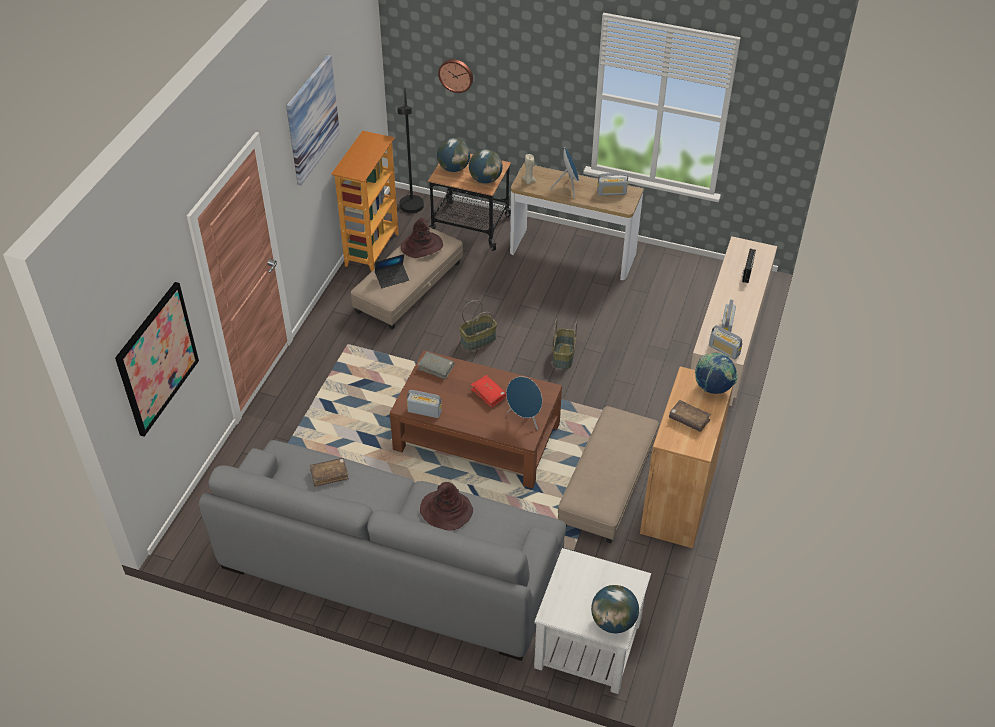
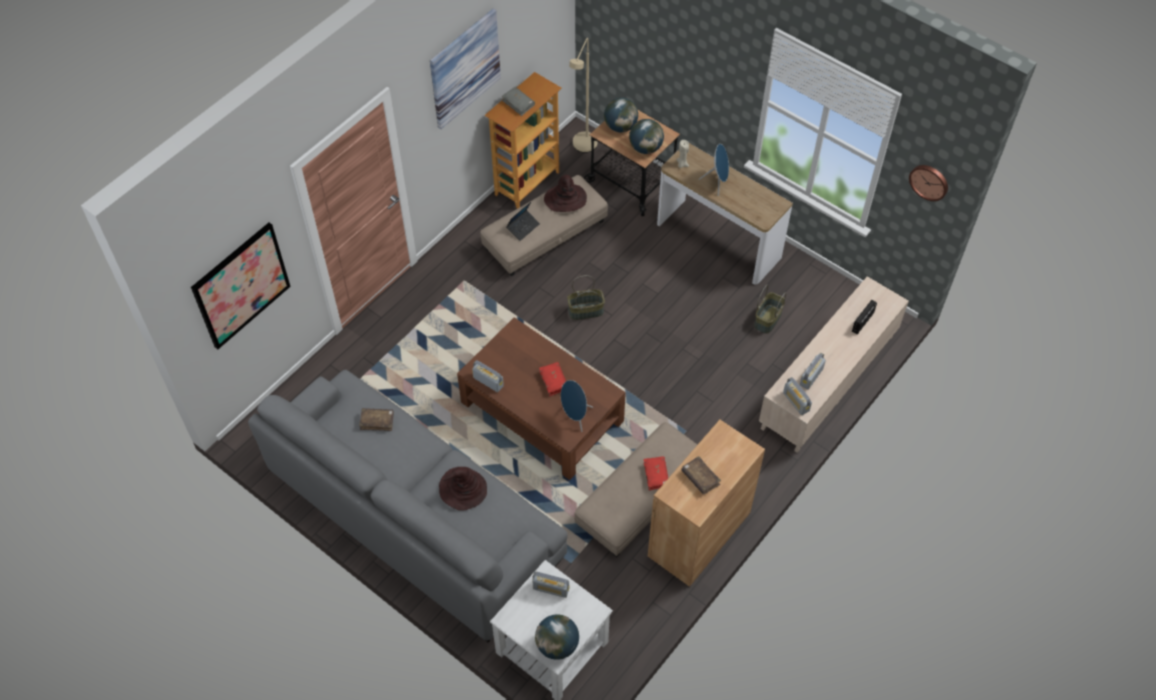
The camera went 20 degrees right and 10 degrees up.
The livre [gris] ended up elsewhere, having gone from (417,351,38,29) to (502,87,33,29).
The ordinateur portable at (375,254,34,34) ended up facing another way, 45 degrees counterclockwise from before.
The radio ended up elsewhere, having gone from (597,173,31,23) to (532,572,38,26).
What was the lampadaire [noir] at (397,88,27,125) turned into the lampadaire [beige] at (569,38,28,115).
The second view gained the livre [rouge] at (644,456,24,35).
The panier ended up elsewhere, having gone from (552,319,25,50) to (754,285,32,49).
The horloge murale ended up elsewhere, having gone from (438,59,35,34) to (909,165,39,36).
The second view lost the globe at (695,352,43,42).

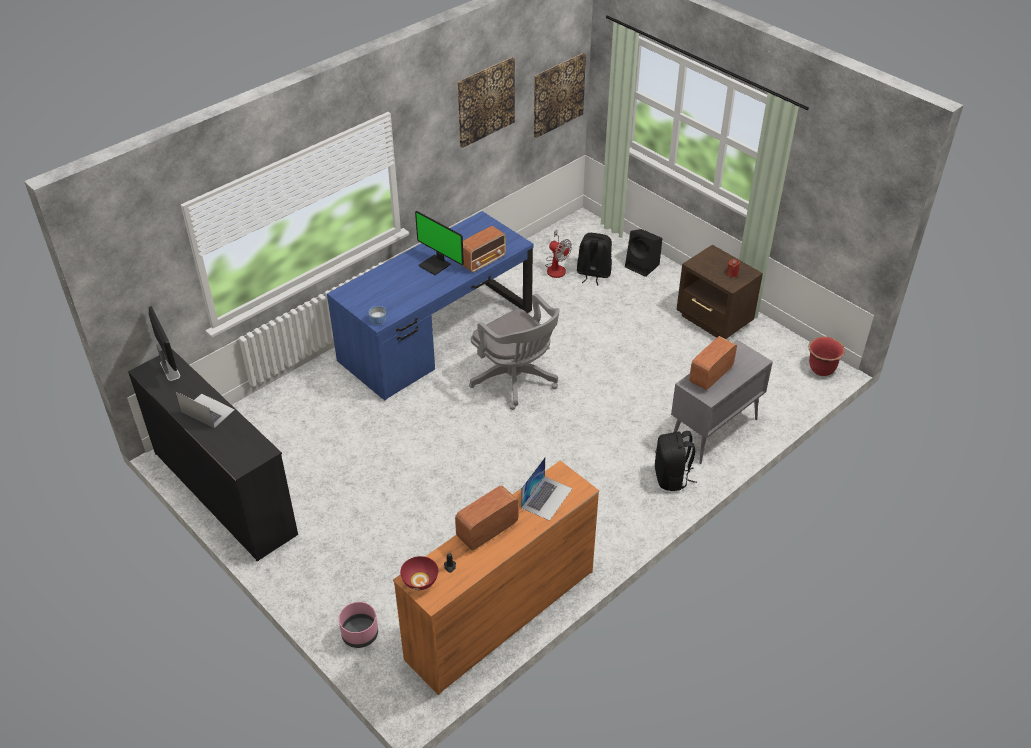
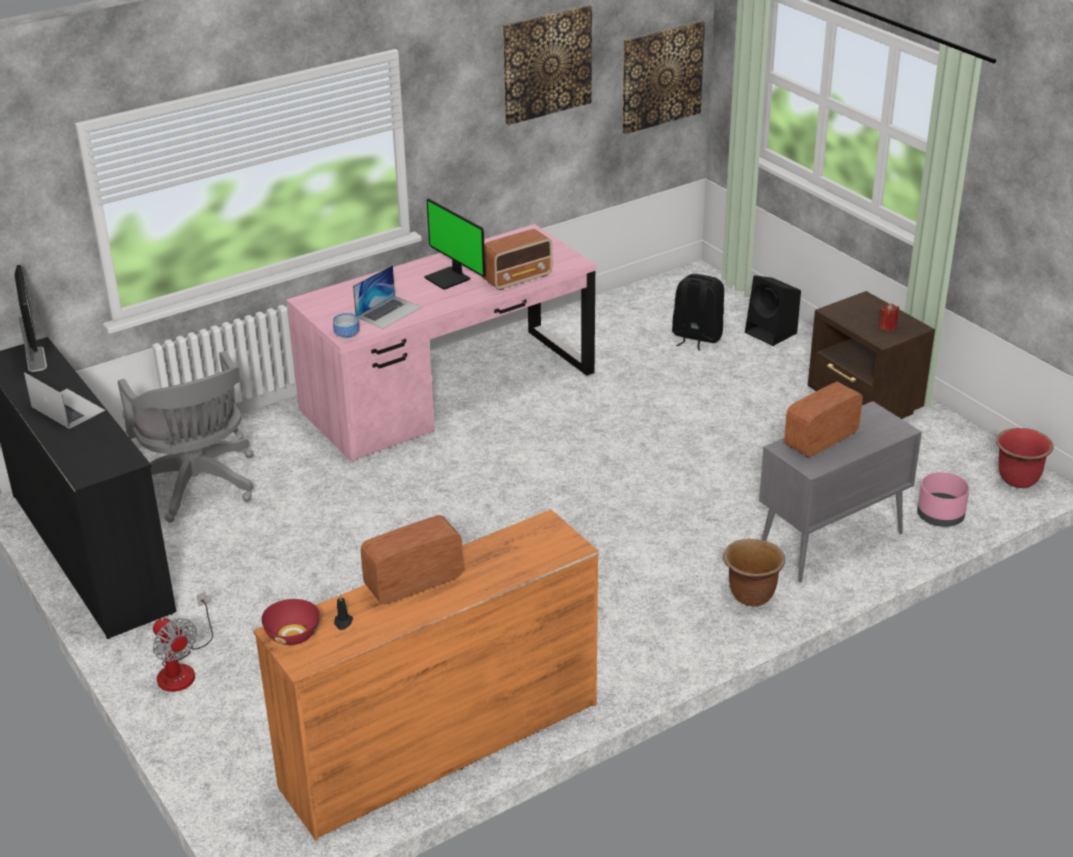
The camera went 10 degrees right and 10 degrees down.
The chaise de bureau [gris] ended up elsewhere, having gone from (469,294,90,116) to (118,351,136,171).
The ventilateur ended up elsewhere, having gone from (545,230,27,48) to (153,592,60,100).
What was the bureau [bleu] at (327,211,207,190) turned into the bureau [rose] at (286,224,310,238).
The ordinateur portable ended up elsewhere, having gone from (521,457,51,64) to (353,265,69,64).
Where the sac à dos [noir] stood at (655,431,42,60), the cache-pot [marron] came to stand at (723,539,62,68).
The cache-pot [rose] ended up elsewhere, having gone from (339,602,39,46) to (917,472,53,55).

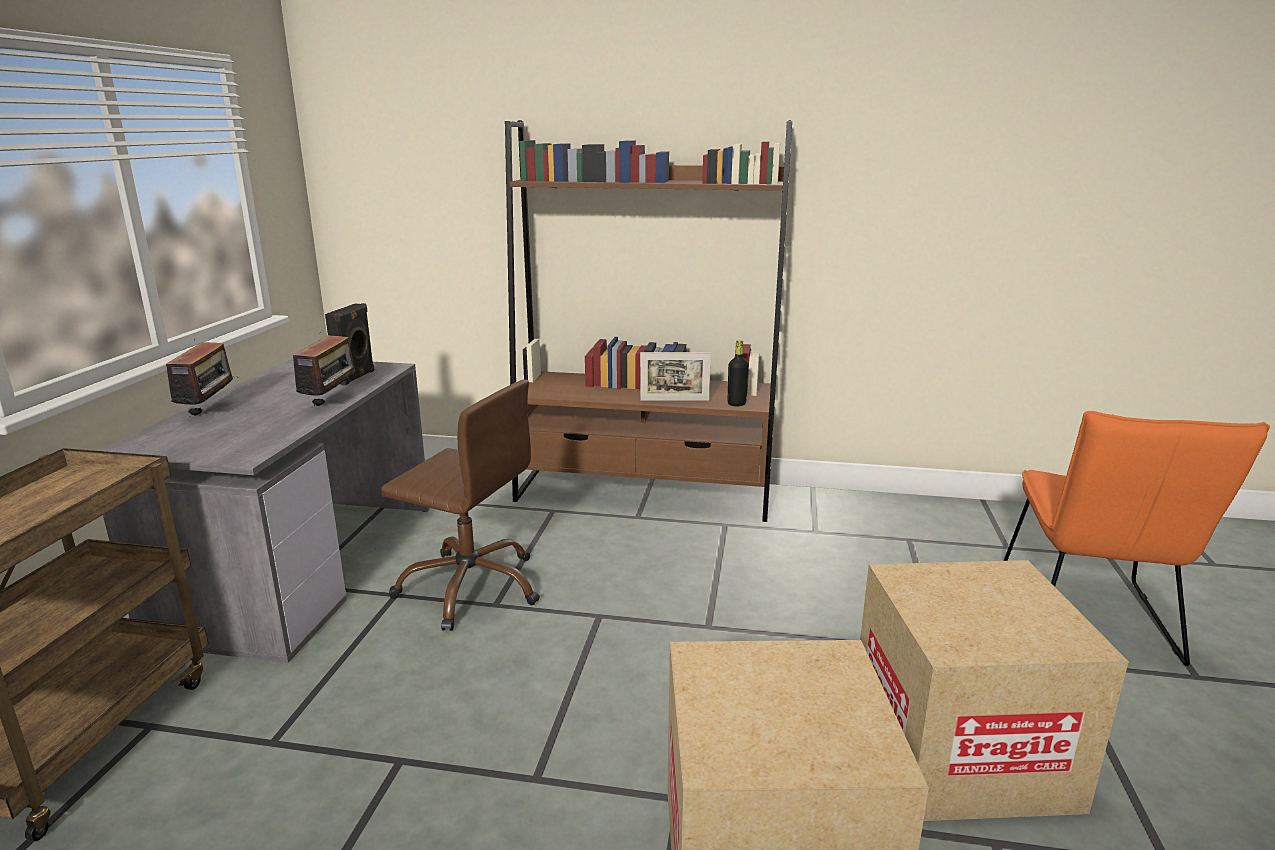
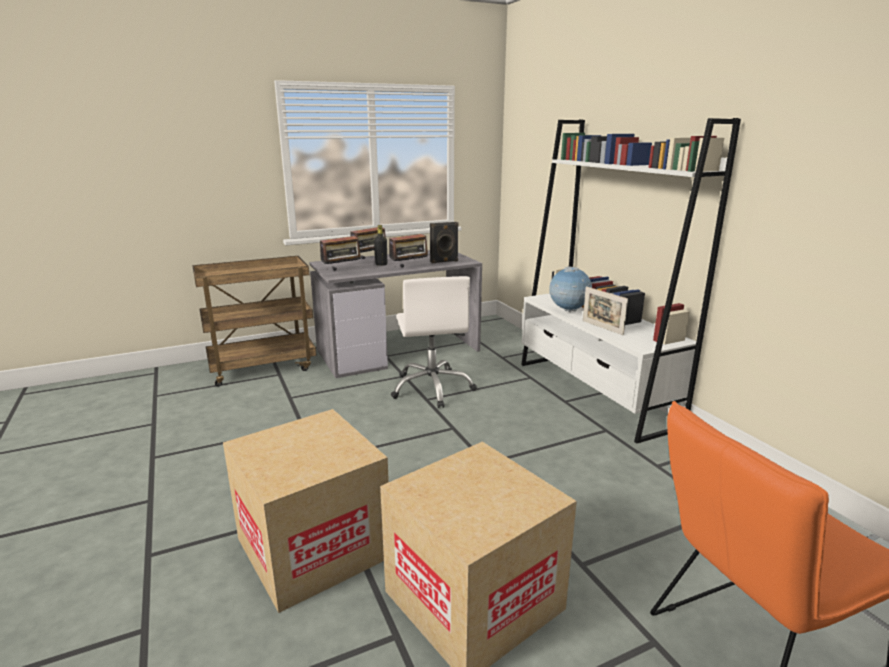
The camera went 55 degrees right and 0 degrees up.
The second view gained the radio at (320,236,43,35).
The bouteille [noir] ended up elsewhere, having gone from (728,340,21,66) to (374,225,13,41).
What was the chaise de bureau [marron] at (381,380,159,251) turned into the chaise de bureau [blanc] at (391,276,86,132).
What was the bibliothèque [marron] at (505,121,287,401) turned into the bibliothèque [blanc] at (521,118,220,325).
The second view gained the globe at (549,266,43,46).

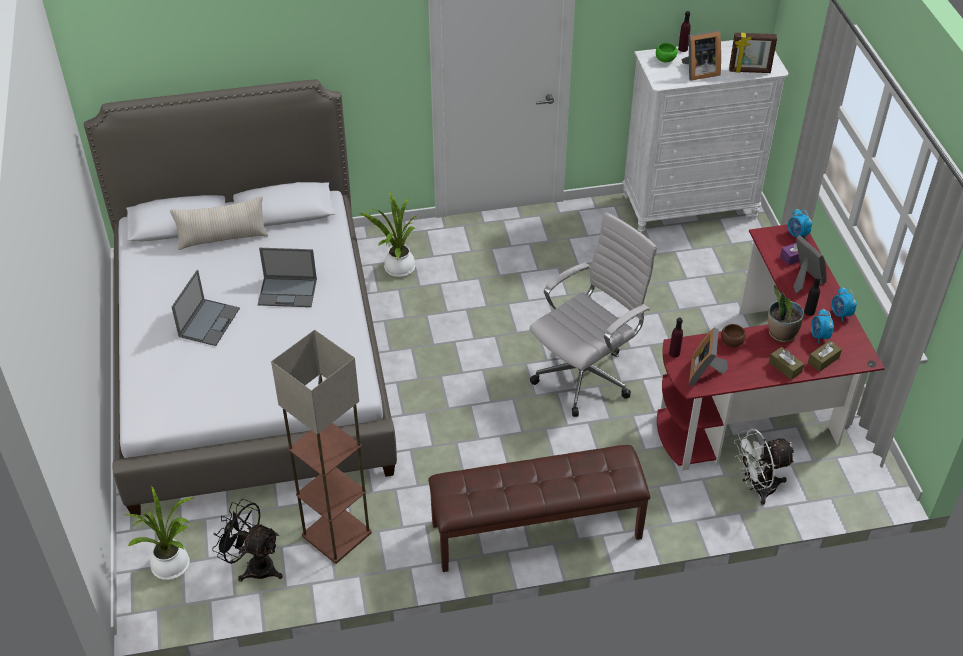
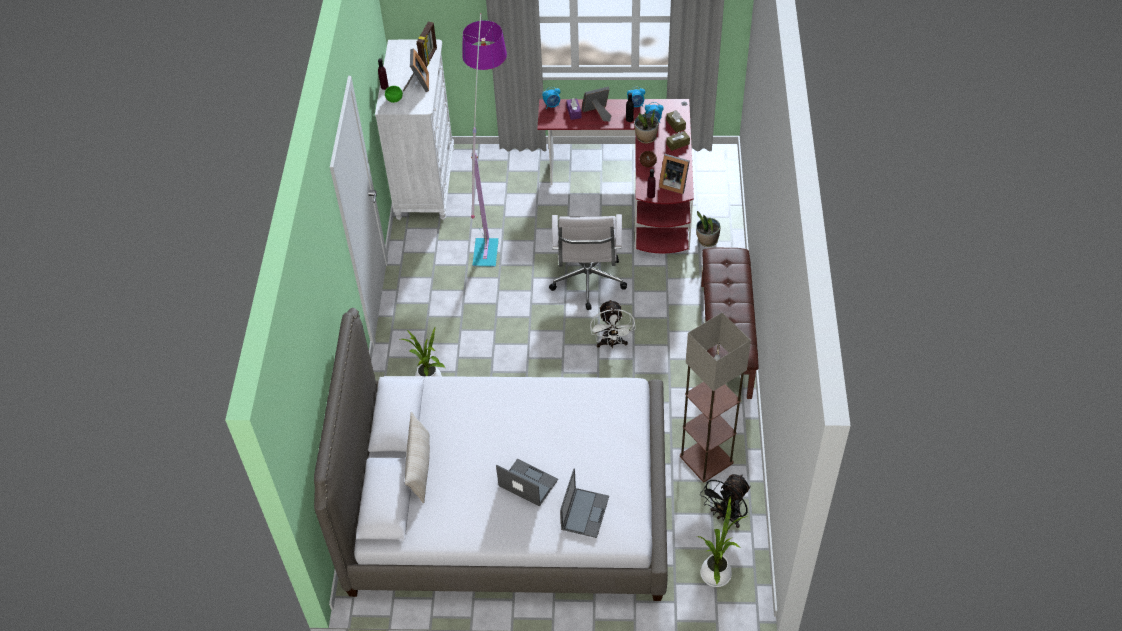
The camera went 75 degrees left and 5 degrees up.
The second view gained the lampadaire at (462,13,45,254).
The chaise de bureau [blanc] at (530,212,127,205) ended up facing another way, 150 degrees counterclockwise from before.
The ordinateur portable ended up elsewhere, having gone from (258,248,59,59) to (560,469,49,69).
The ventilateur [blanc] ended up elsewhere, having gone from (734,429,62,76) to (590,299,46,49).
The second view gained the plante en pot at (696,211,24,36).

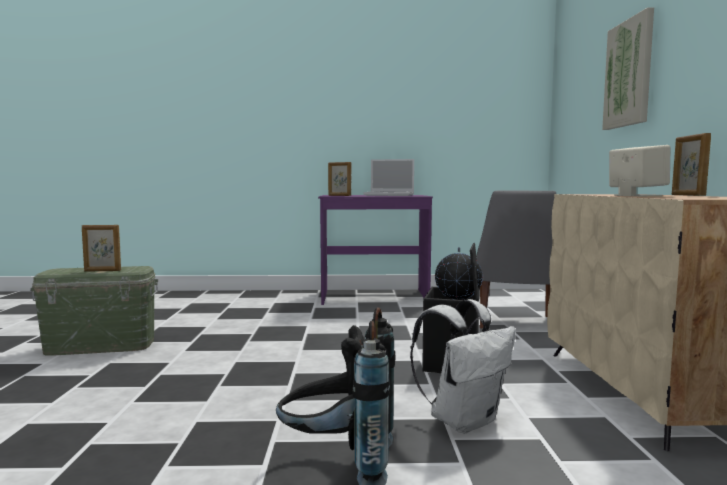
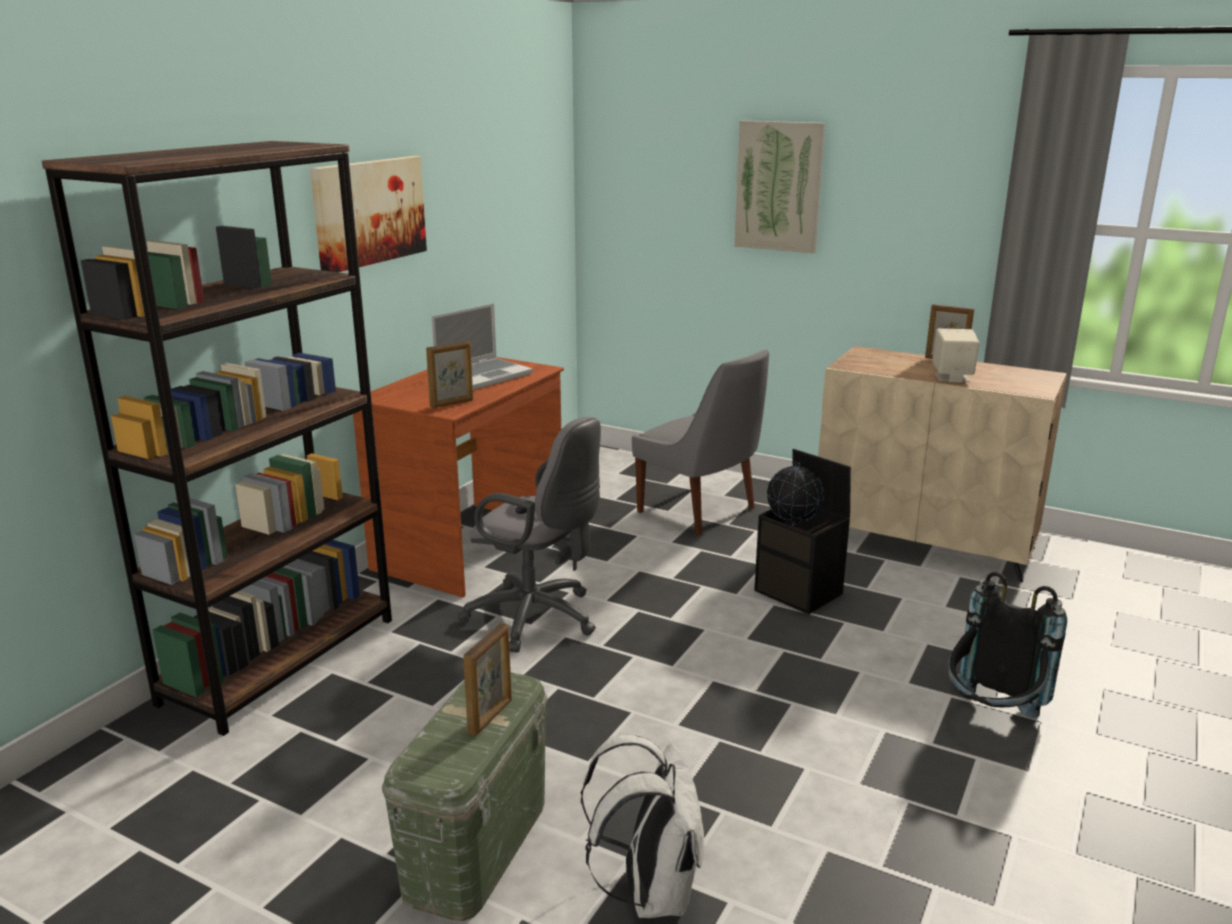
The camera went 60 degrees left and 15 degrees up.
The second view gained the bibliothèque [marron] at (42,141,350,595).
The second view gained the tableau at (310,156,117,116).
What was the bureau [violet] at (318,195,115,110) turned into the bureau [marron] at (353,357,211,240).
The second view gained the chaise de bureau [gris] at (458,417,143,235).
The sac à dos [blanc] ended up elsewhere, having gone from (410,299,106,134) to (581,734,123,184).

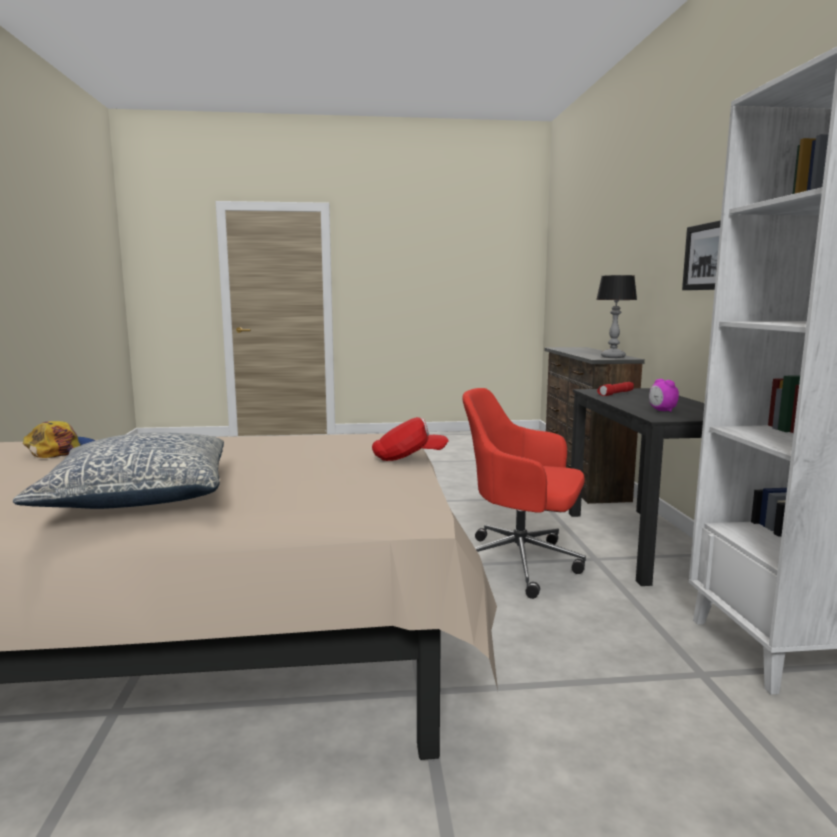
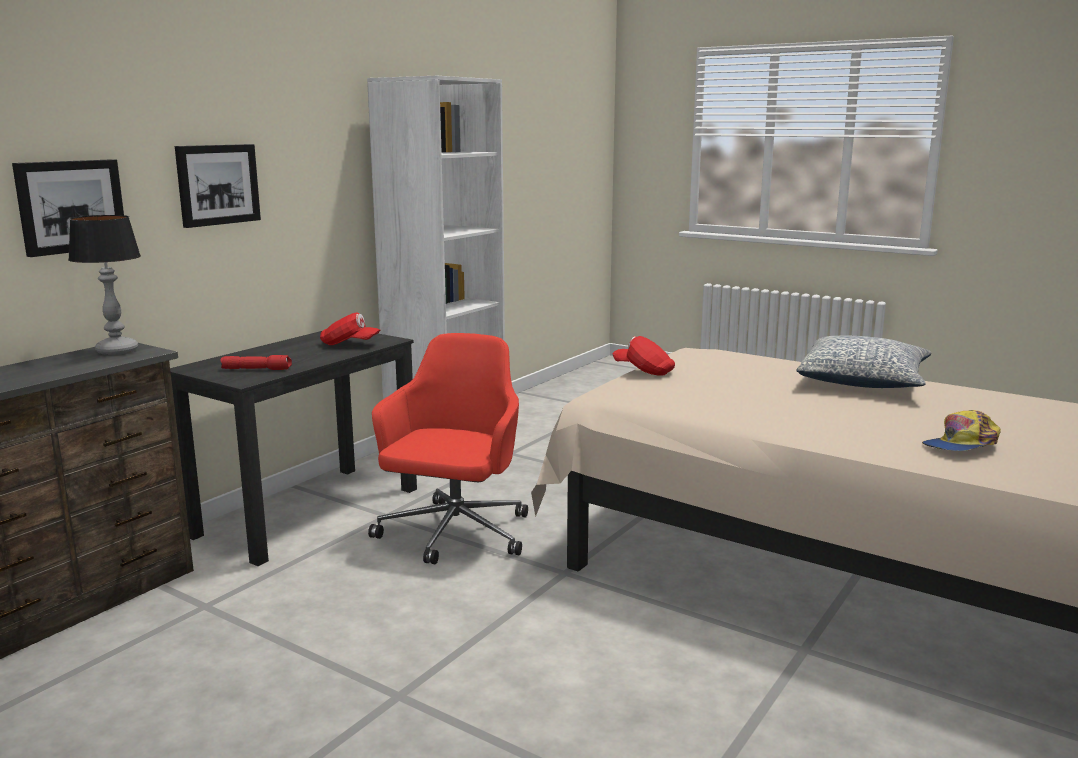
The camera went 140 degrees left and 5 degrees up.
The second view gained the tableau at (12,159,112,98).
Where the réveil stood at (649,379,30,33), the casquette [rouge] came to stand at (320,312,60,33).
The chaise de bureau [rouge] at (462,388,124,211) ended up facing another way, 135 degrees counterclockwise from before.

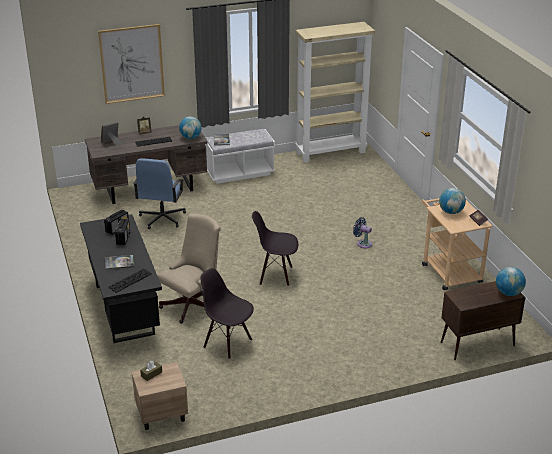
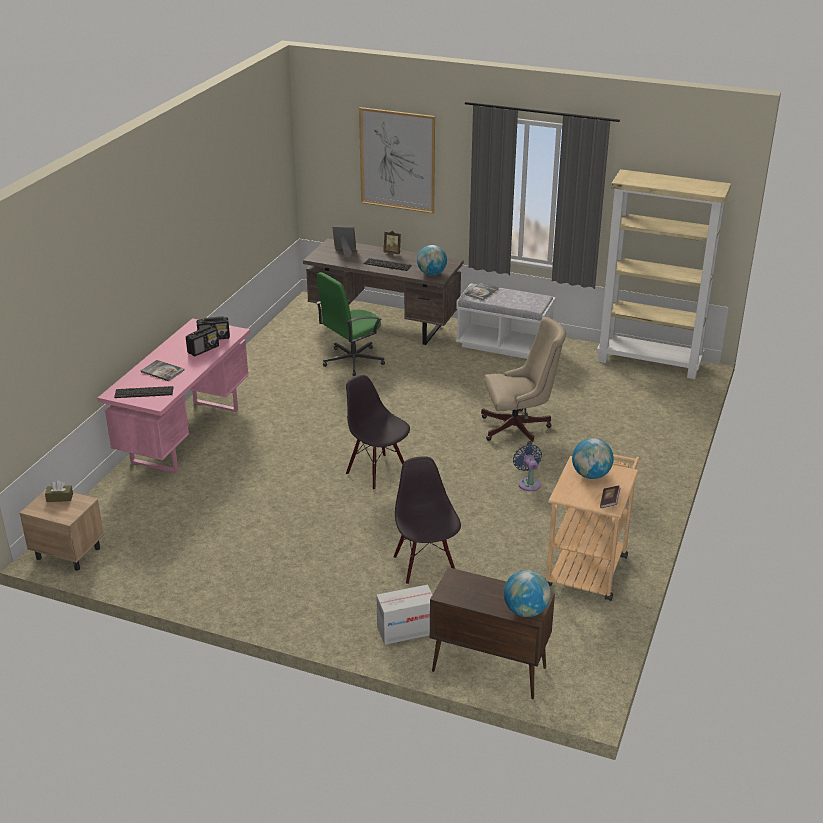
The camera went 40 degrees right and 0 degrees up.
What was the bureau [noir] at (80,214,82,129) turned into the bureau [rose] at (97,318,153,156).
What was the chaise de bureau [bleu] at (133,158,53,71) turned into the chaise de bureau [vert] at (316,272,69,104).
The second view gained the carton at (376,585,57,60).
The chaise [noir] ended up elsewhere, having gone from (200,268,54,91) to (393,457,68,128).
The chaise de bureau [beige] ended up elsewhere, having gone from (157,214,64,109) to (481,317,85,128).

